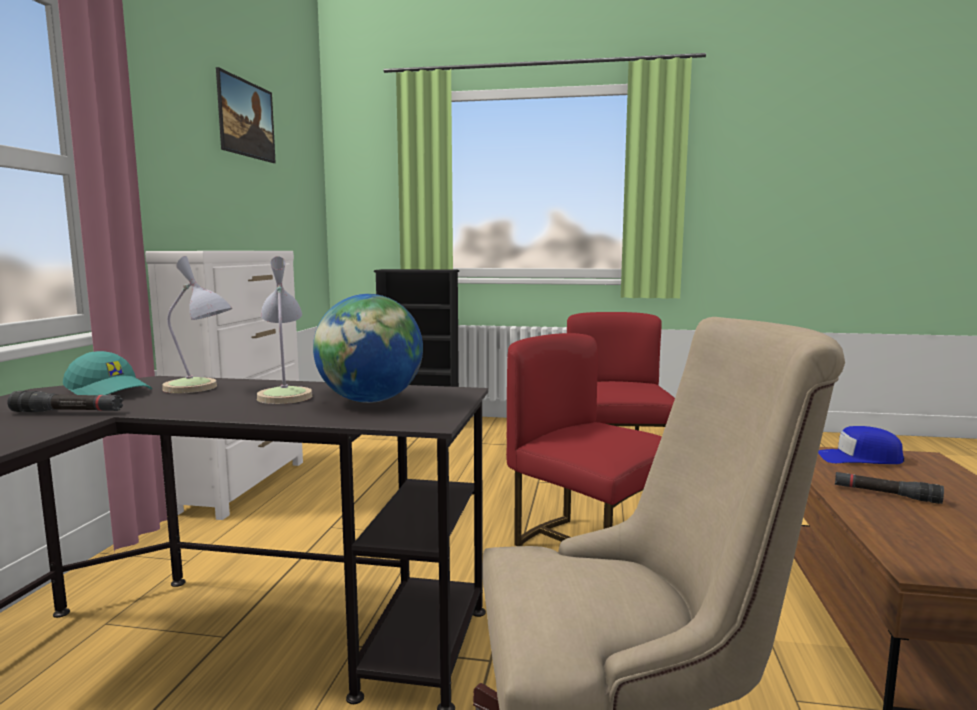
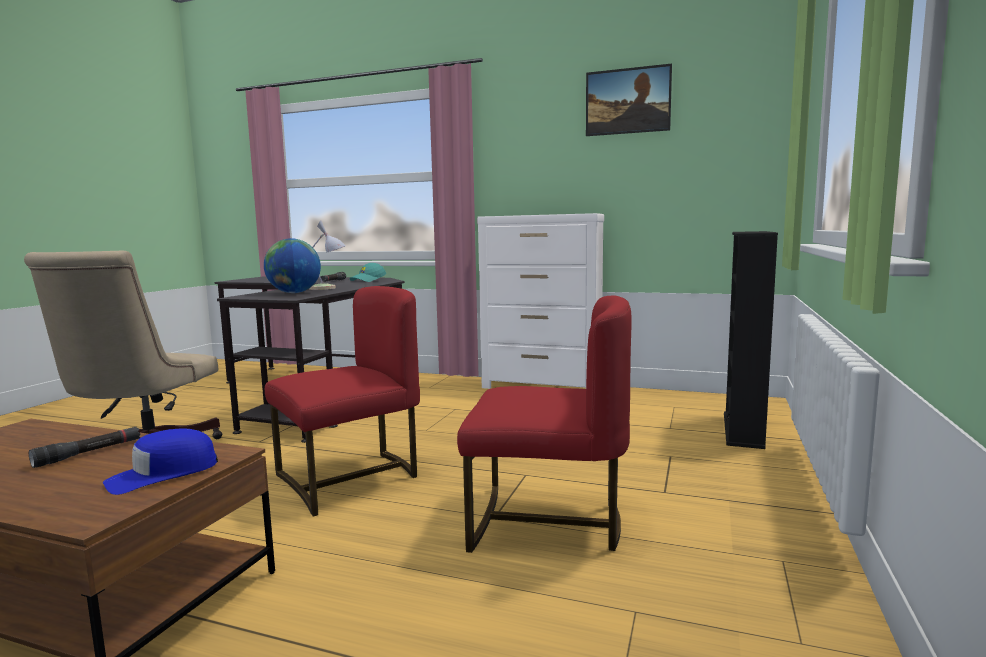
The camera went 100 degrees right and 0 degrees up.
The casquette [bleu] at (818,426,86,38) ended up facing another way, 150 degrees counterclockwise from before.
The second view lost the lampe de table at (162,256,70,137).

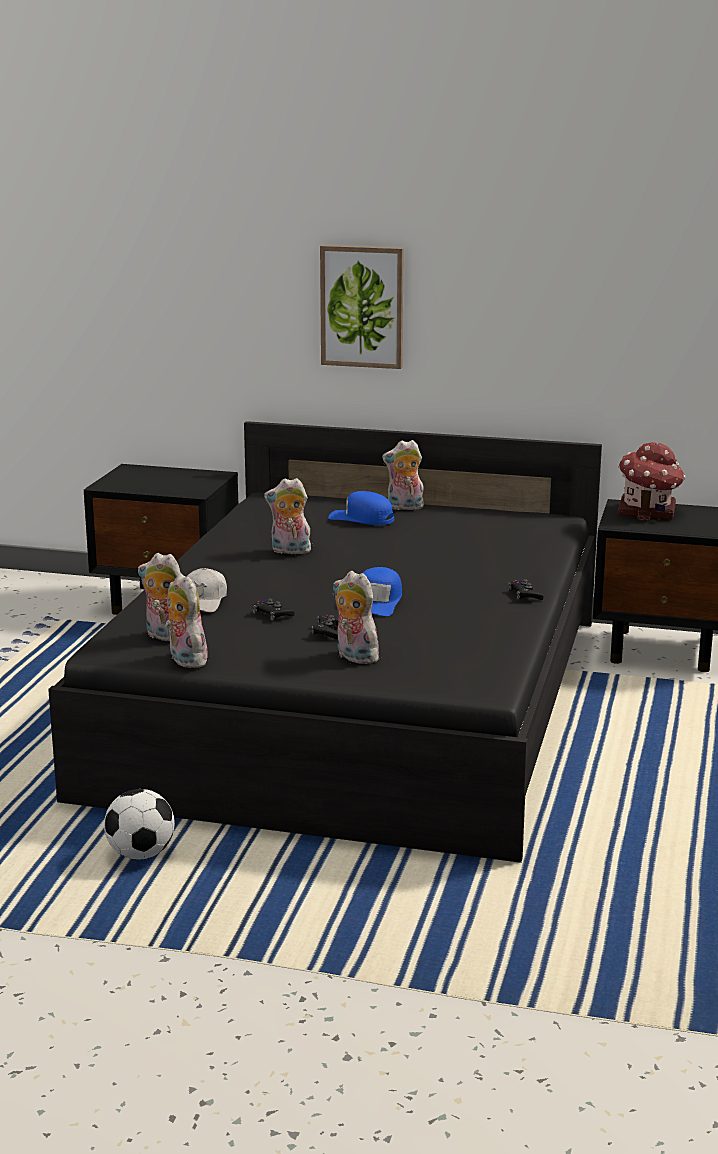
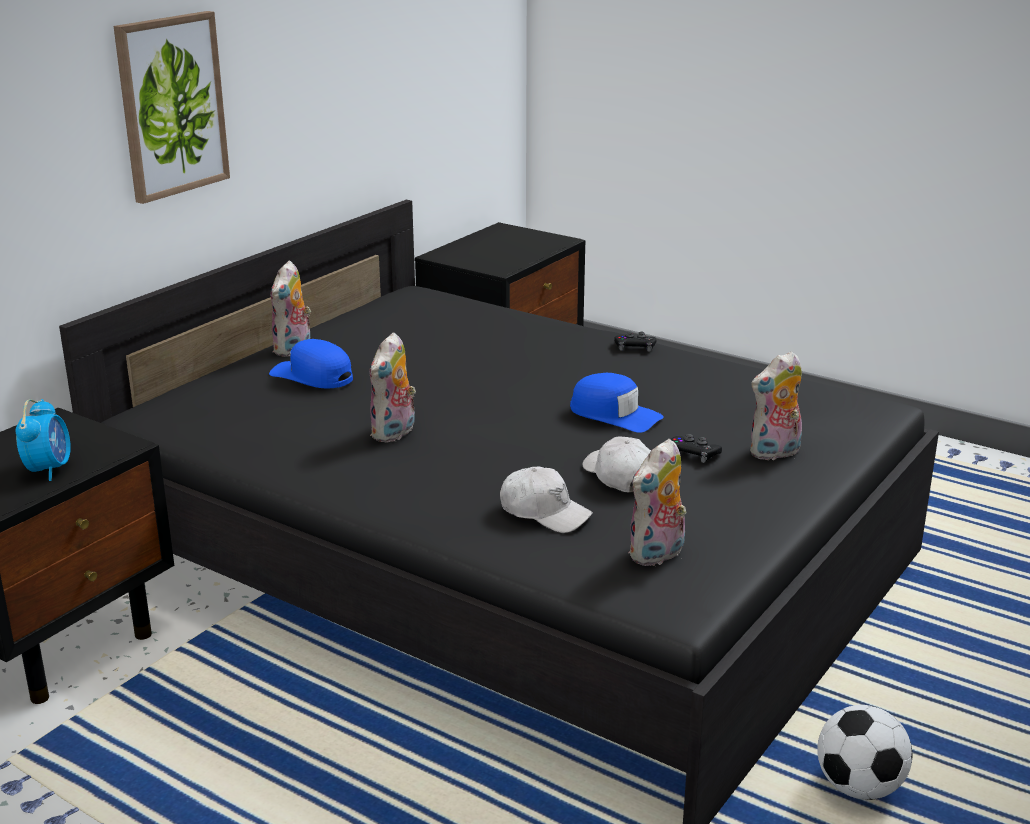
The camera went 70 degrees left and 5 degrees up.
The second view gained the réveil at (16,399,55,82).
The casquette [bleu] at (328,491,66,34) ended up facing another way, 75 degrees clockwise from before.
Where the manette [noir] stood at (253,599,42,21), the casquette [blanc] came to stand at (583,436,68,56).
The second view lost the peluche at (165,573,43,95).
The second view lost the maison miniature at (618,442,67,79).

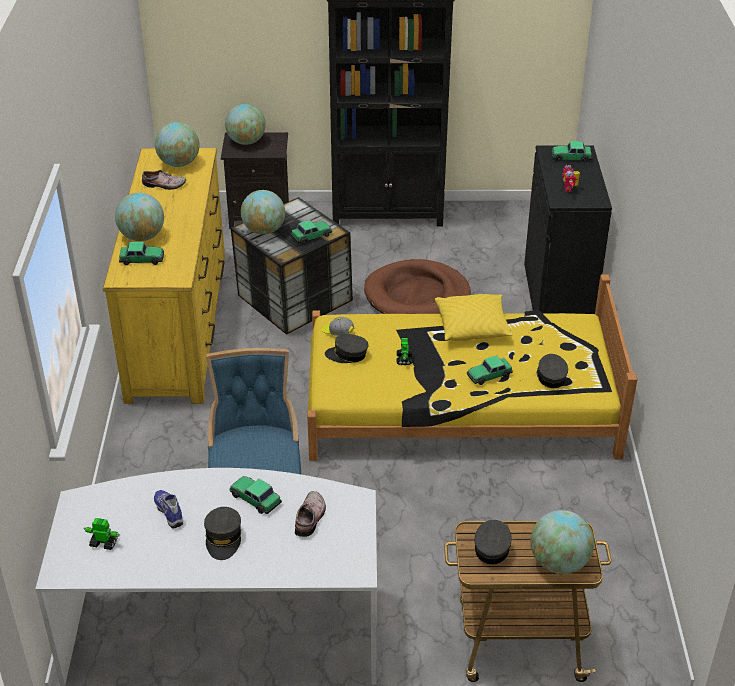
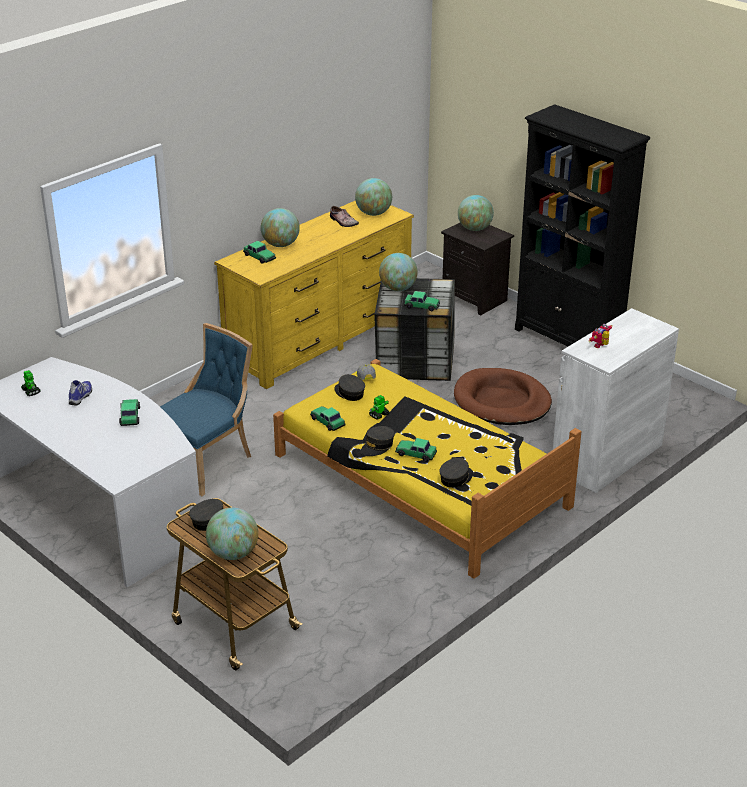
The camera went 45 degrees right and 5 degrees down.
The petite voiture ended up elsewhere, having gone from (552,141,40,21) to (310,406,36,25).
The casquette [gris] ended up elsewhere, having gone from (204,507,37,53) to (361,426,34,30).
What was the meuble de rangement [noir] at (524,145,88,169) turned into the meuble de rangement [blanc] at (553,308,126,185).
The second view lost the chaussure at (295,491,31,46).
The second view lost the coussin [jaune] at (435,294,78,47).

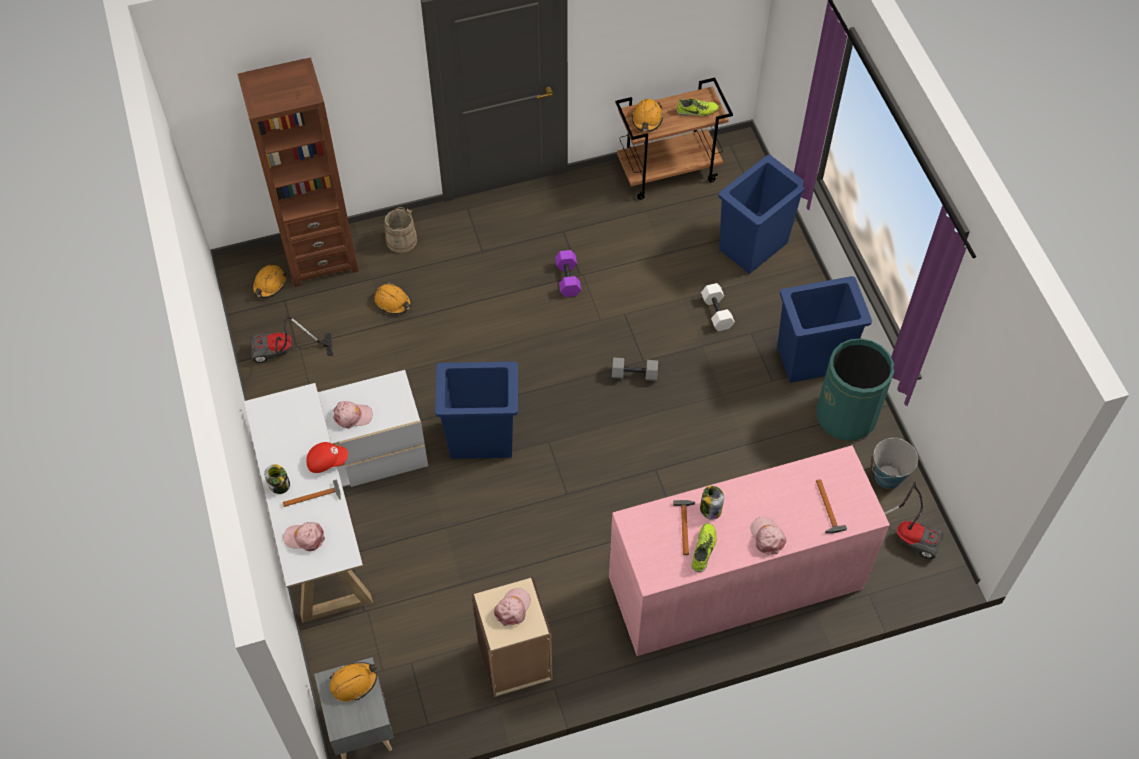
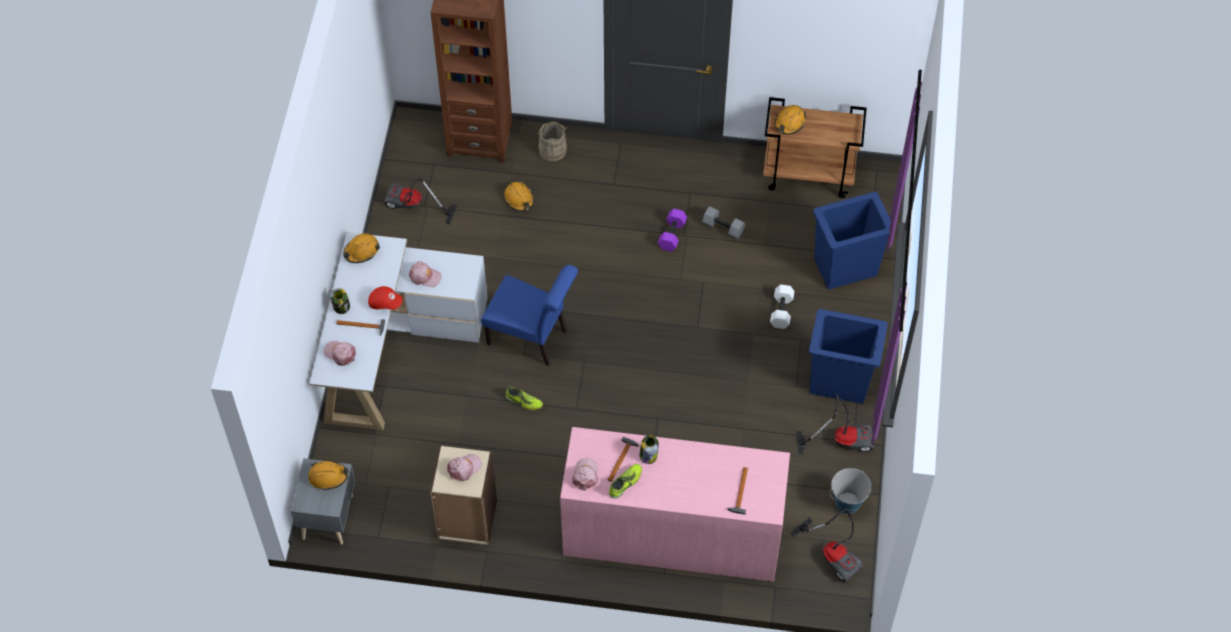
The camera went 25 degrees right and 0 degrees up.
The casque de chantier [orange] ended up elsewhere, having gone from (252,265,35,33) to (343,233,37,30).
Where the poubelle [bleu] stood at (435,361,83,98), the chaise [bleu] came to stand at (481,265,97,101).
The chaussure ended up elsewhere, having gone from (676,99,43,17) to (506,386,37,24).
The casquette [rose] ended up elsewhere, having gone from (750,517,37,38) to (572,458,26,33).
The haltère [gris] ended up elsewhere, having gone from (612,357,46,24) to (702,206,43,33).
Where the poubelle [vert] stood at (817,338,77,103), the aspirateur came to stand at (797,394,77,60).

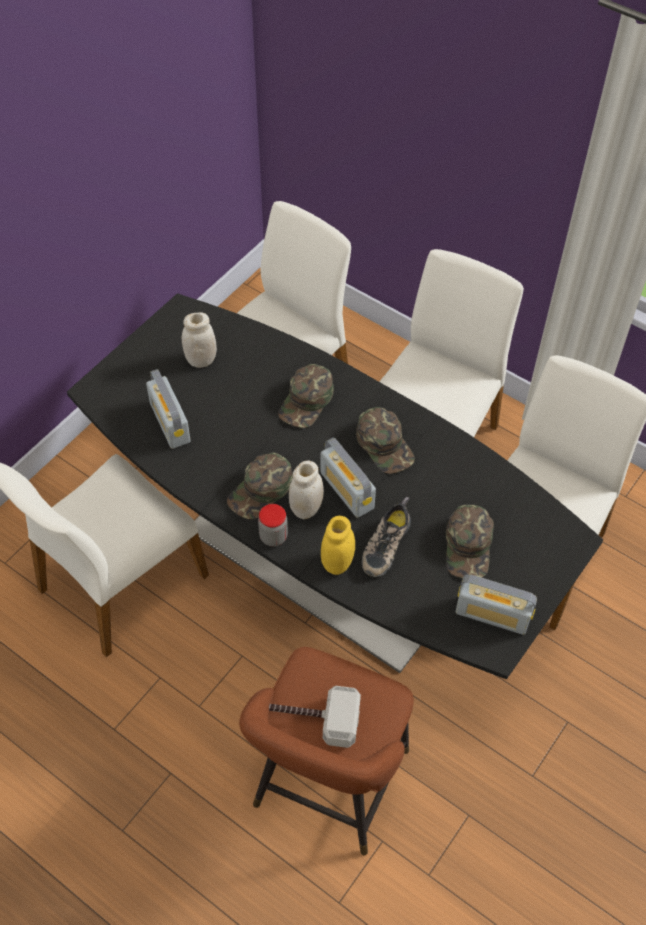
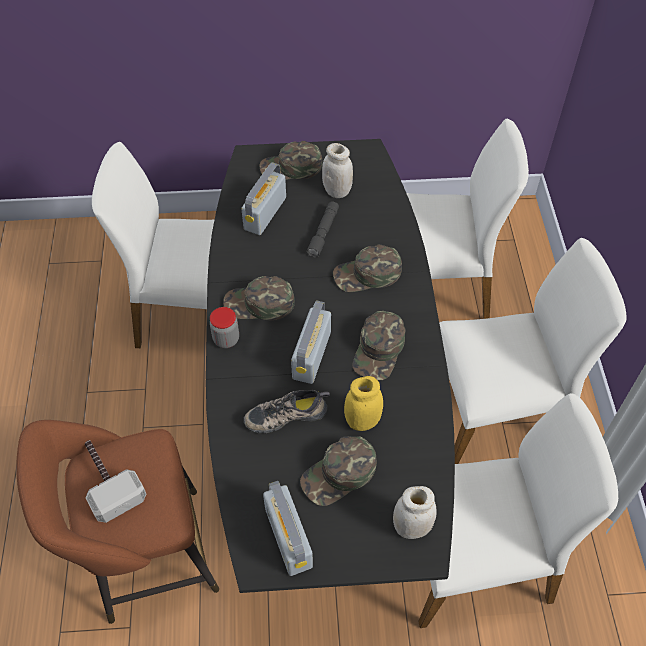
The camera went 50 degrees right and 0 degrees up.
The second view gained the casquette [vert] at (260,141,62,39).
The second view gained the lampe de poche [gris] at (306,201,33,57).
The bocal [jaune] ended up elsewhere, having gone from (321,516,34,59) to (344,376,39,55).
The bocal [blanc] ended up elsewhere, having gone from (289,461,35,58) to (393,486,44,53).

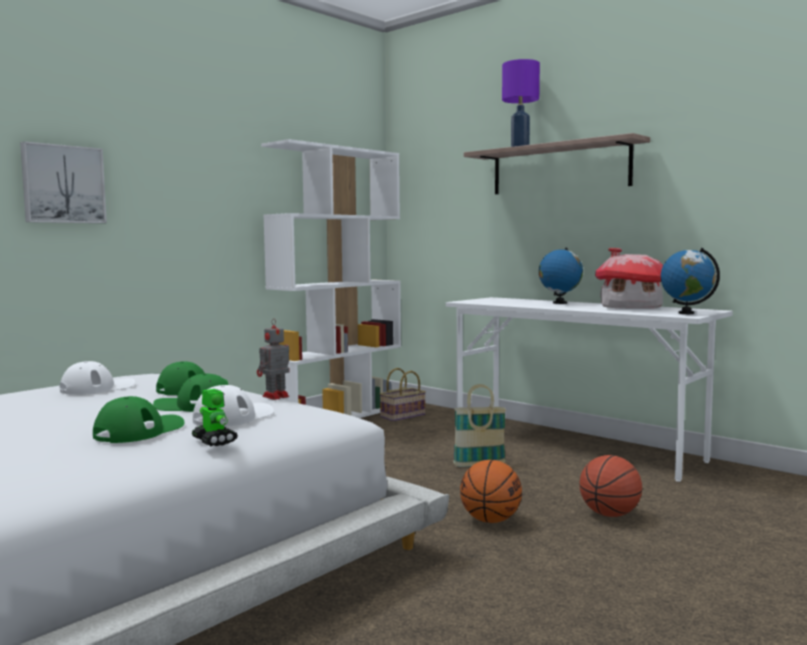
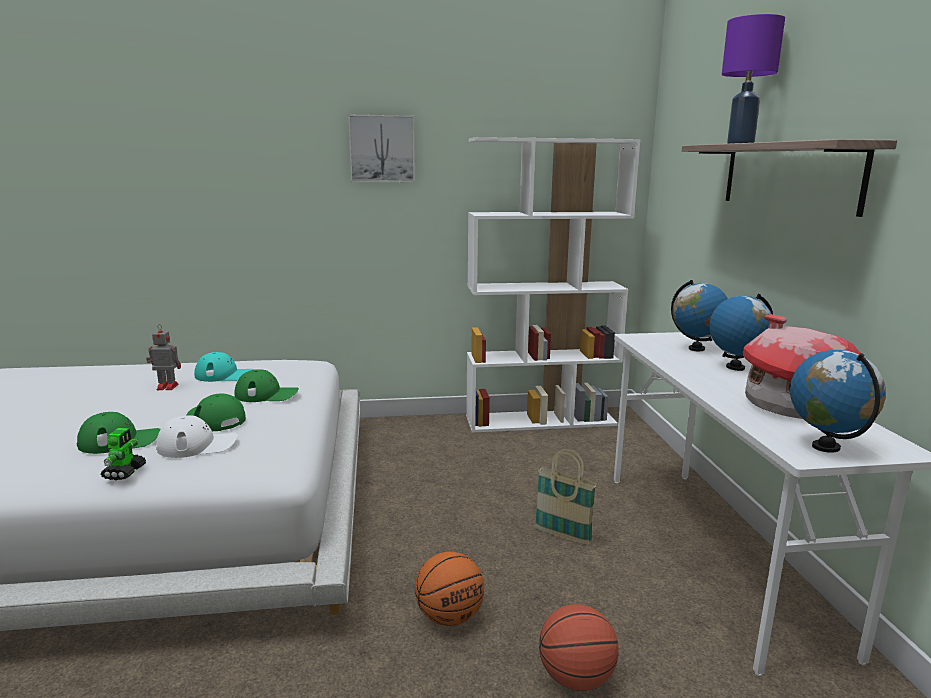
The camera went 40 degrees right and 10 degrees up.
The robot jouet ended up elsewhere, having gone from (257,318,33,82) to (146,324,35,66).
What was the casquette [blanc] at (60,361,75,34) turned into the casquette [turquoise] at (194,352,61,30).
The tableau ended up elsewhere, having gone from (20,141,87,82) to (348,115,67,67).
The second view gained the globe at (671,280,57,71).
The second view lost the panier at (379,368,47,53).

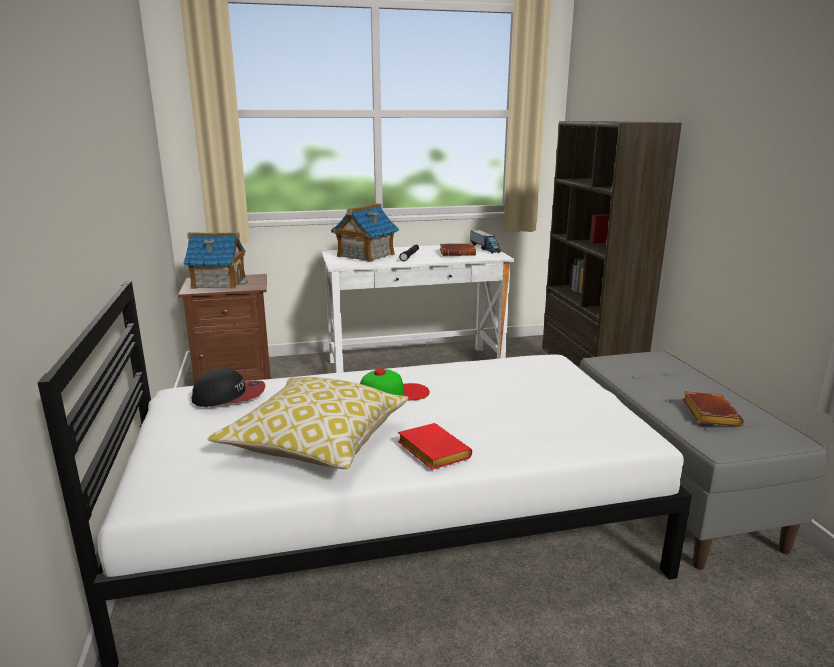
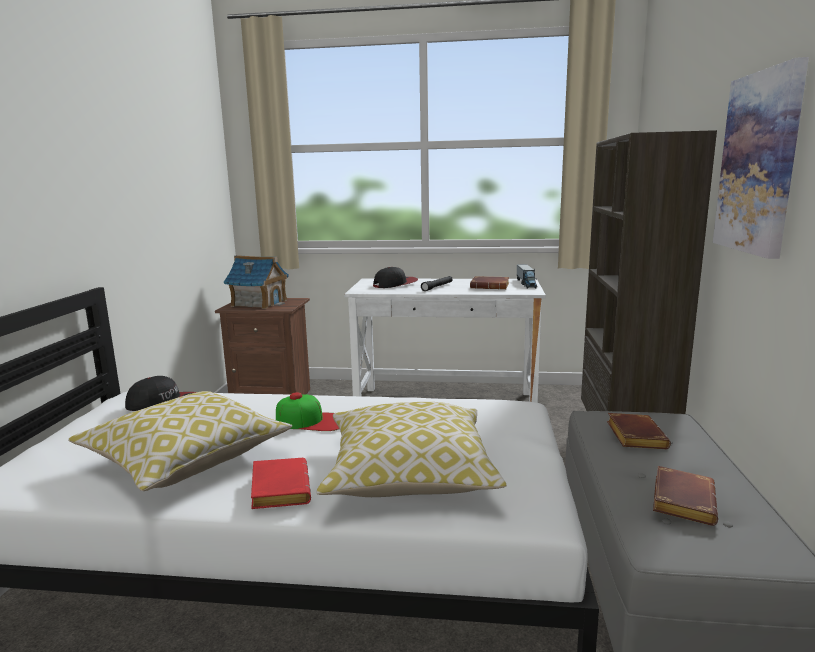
The camera went 20 degrees right and 5 degrees down.
The second view gained the coussin at (317,402,189,95).
Where the maison miniature stood at (331,203,68,59), the casquette came to stand at (373,267,45,21).
The second view gained the livre [marron] at (607,413,64,36).
The second view gained the tableau at (713,57,96,202).

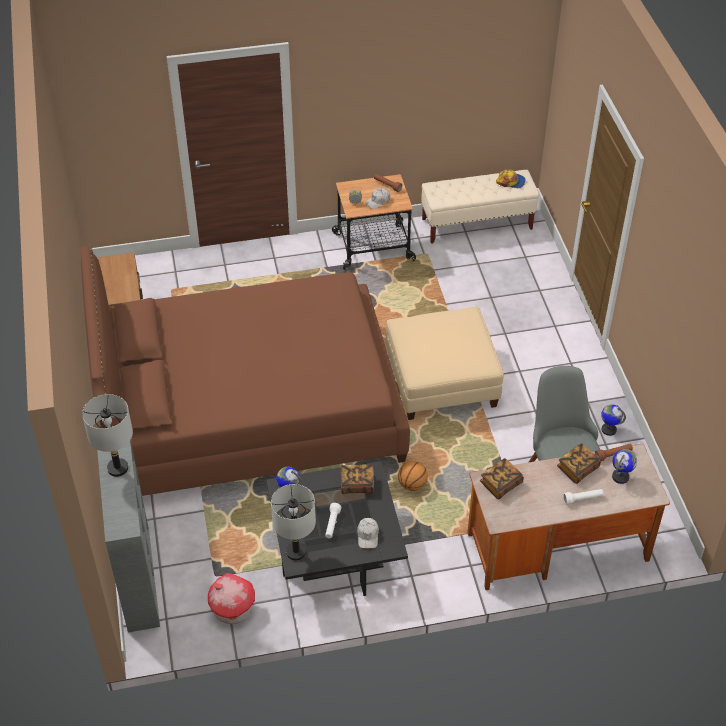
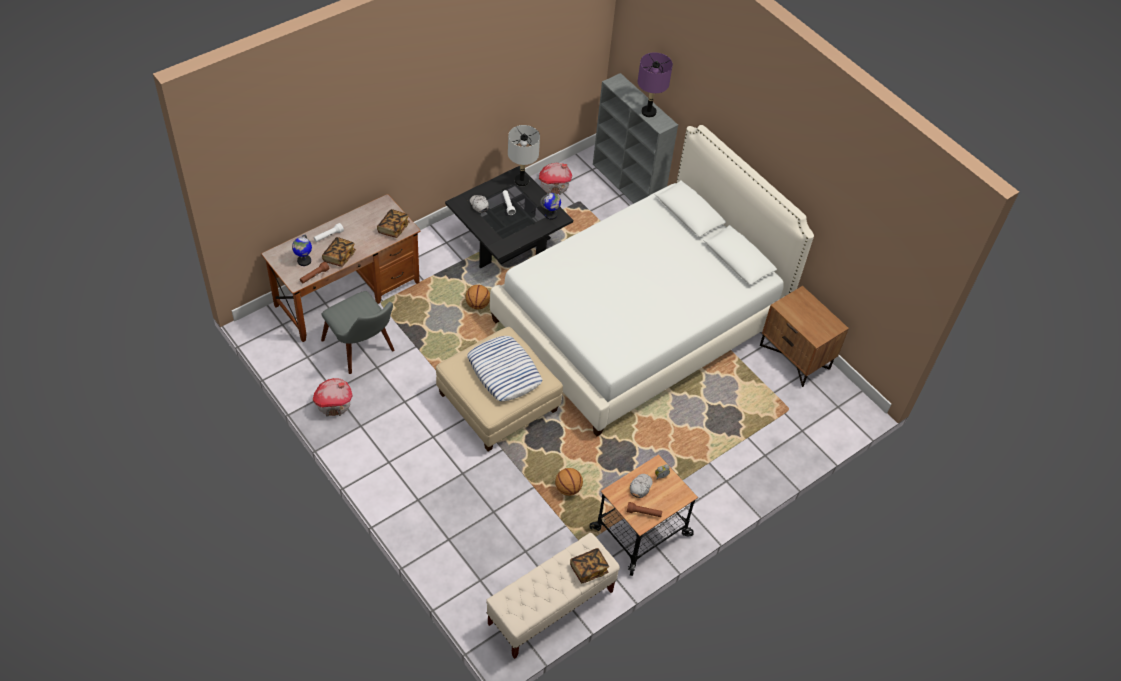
The camera went 150 degrees right and 5 degrees up.
Where the globe stood at (601,404,25,32), the maison miniature came to stand at (313,378,40,39).
The second view gained the coussin at (467,336,75,65).
What was the lit [marron] at (81,246,329,250) turned into the lit [blanc] at (490,125,324,311).
The second view gained the ballon de basket at (555,468,28,28).
The livre ended up elsewhere, having gone from (341,464,33,30) to (570,548,39,35).
What was the lampe de table [gris] at (82,394,51,83) turned into the lampe de table [violet] at (638,52,35,65).
The second view lost the casquette at (496,170,29,18).

